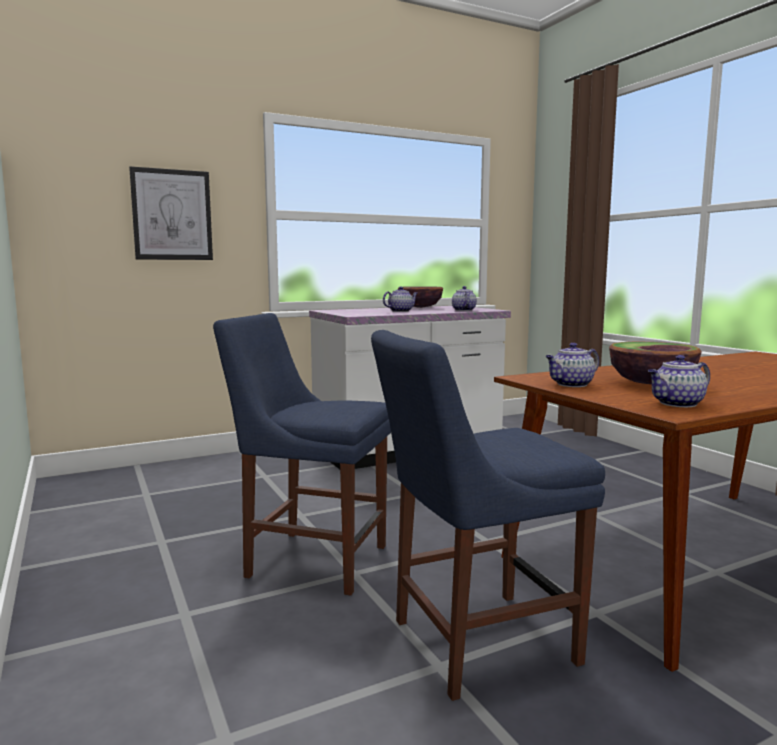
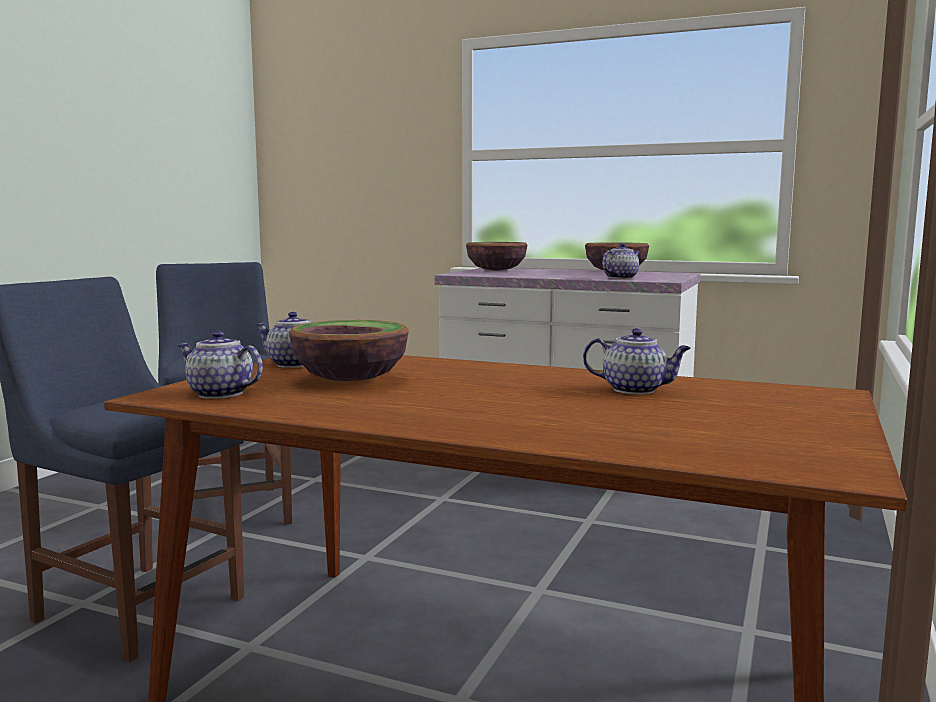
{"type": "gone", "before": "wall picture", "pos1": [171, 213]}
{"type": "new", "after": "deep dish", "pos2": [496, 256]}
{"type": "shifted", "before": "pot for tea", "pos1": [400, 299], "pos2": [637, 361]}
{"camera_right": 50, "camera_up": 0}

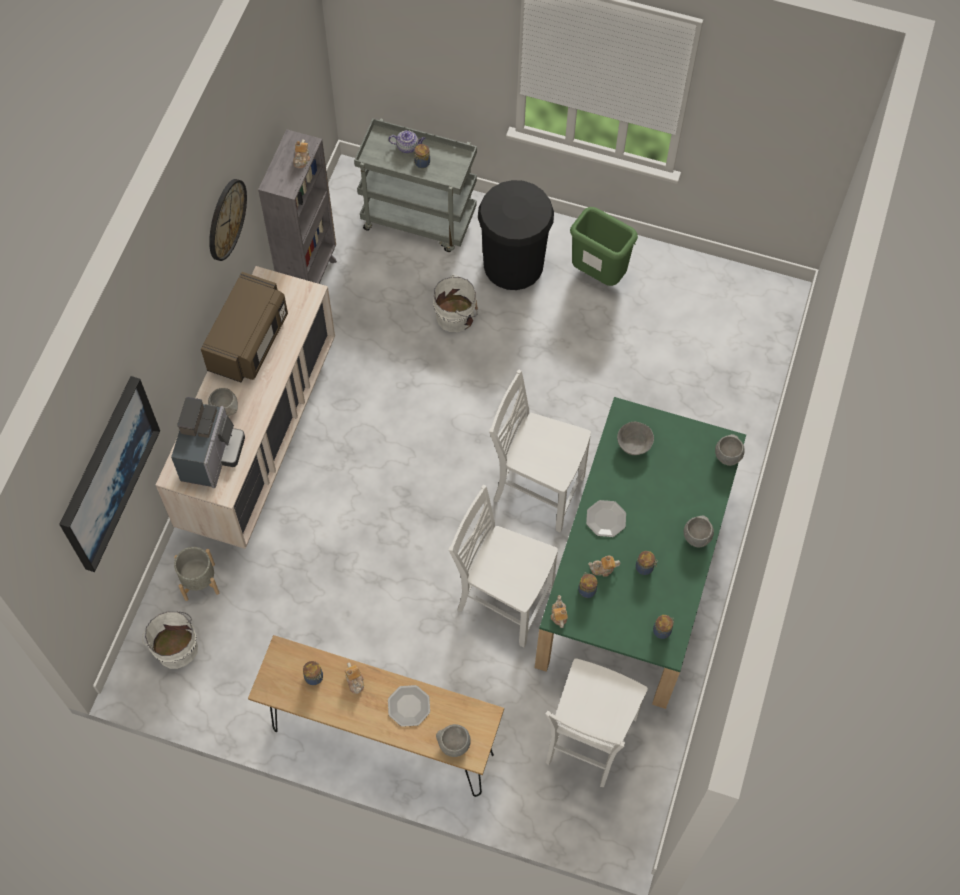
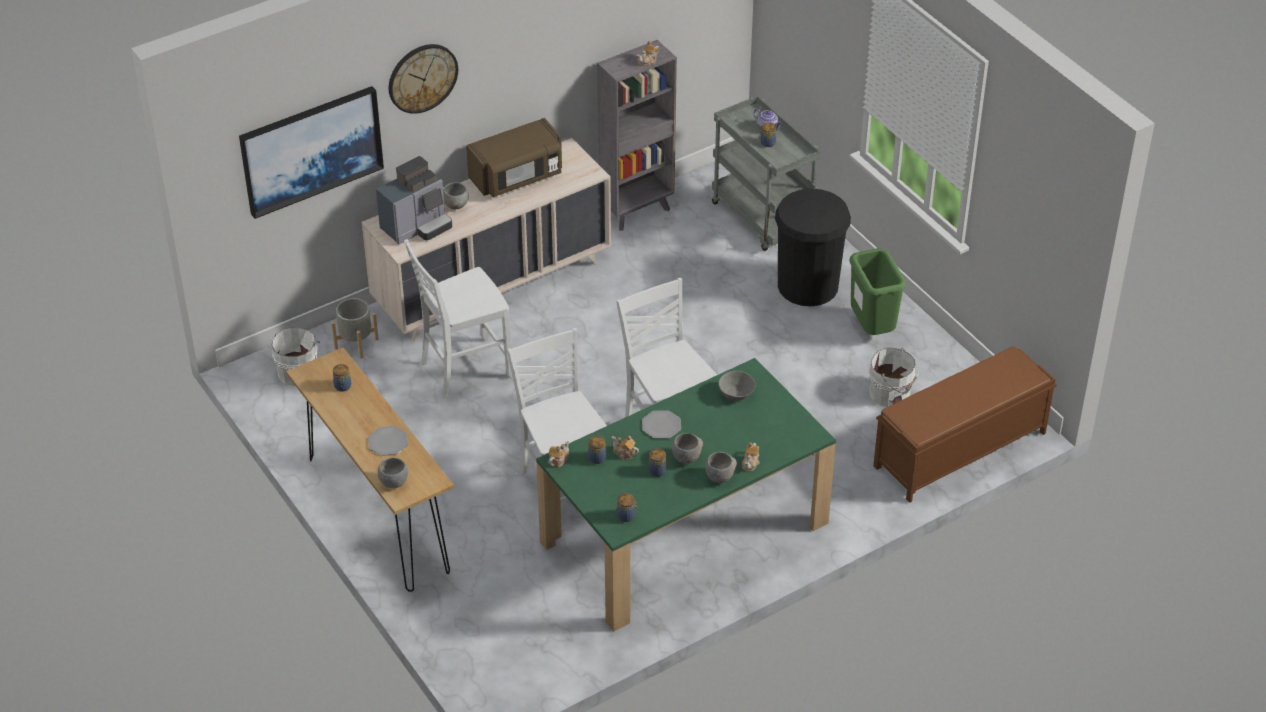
{"type": "new", "after": "brown-coloured long seat", "pos2": [965, 424]}
{"type": "shifted", "before": "wall clock", "pos1": [228, 220], "pos2": [423, 79]}
{"type": "shifted", "before": "pot for tea", "pos1": [354, 678], "pos2": [751, 457]}
{"type": "shifted", "before": "white water bucket", "pos1": [455, 303], "pos2": [894, 377]}
{"type": "shifted", "before": "white plain chair", "pos1": [597, 722], "pos2": [458, 318]}
{"type": "shifted", "before": "greyish deep dish", "pos1": [730, 450], "pos2": [687, 448]}
{"camera_right": 40, "camera_up": -20}

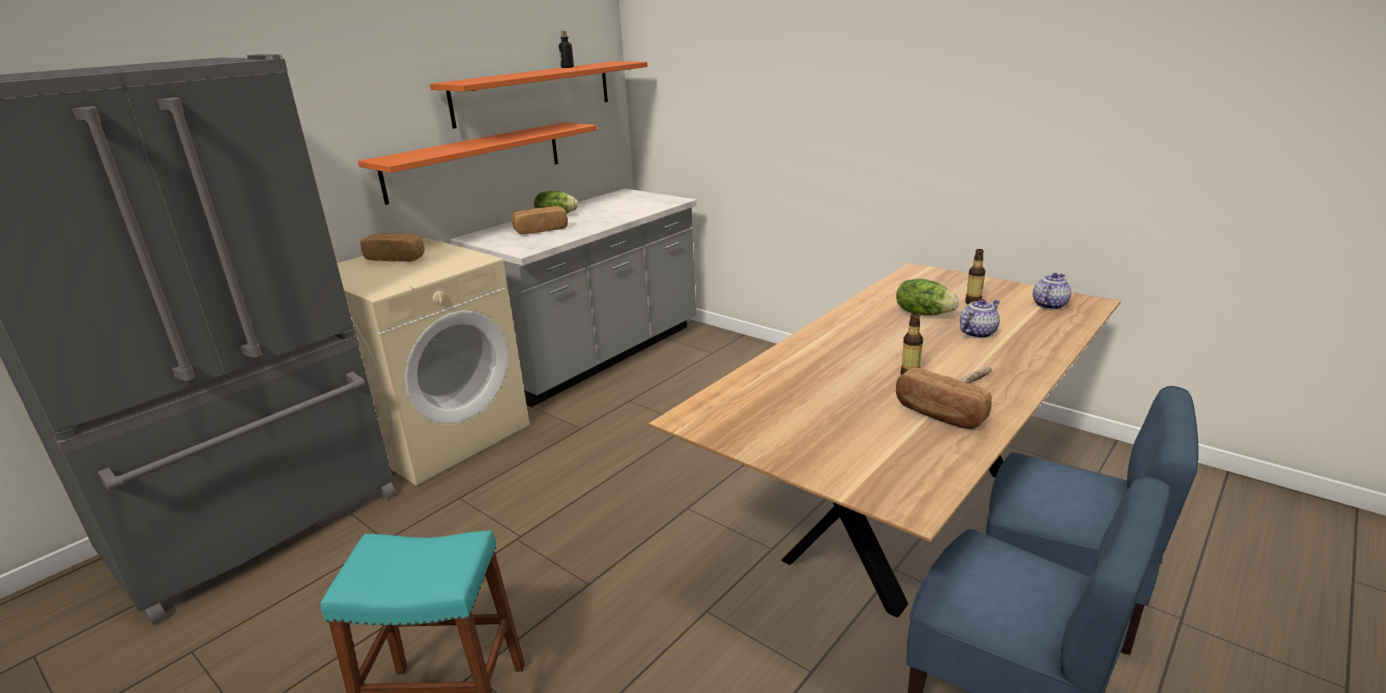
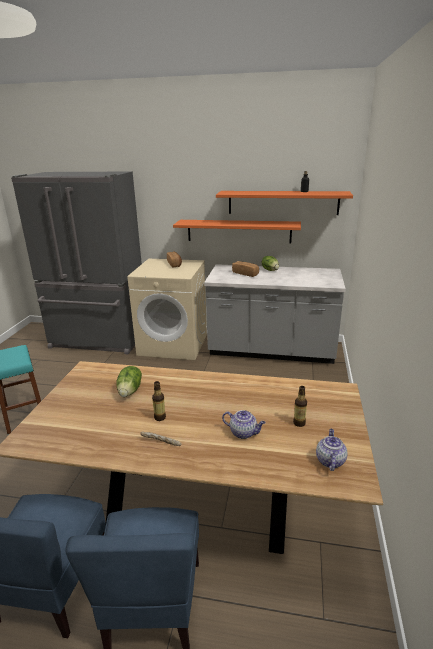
{"type": "gone", "before": "bakery bread", "pos1": [944, 398]}
{"type": "shifted", "before": "lettuce", "pos1": [927, 297], "pos2": [129, 381]}
{"type": "rotated", "before": "pot for tea", "pos1": [1052, 291], "pos2": [332, 450], "turn": -90}
{"camera_right": 60, "camera_up": 0}

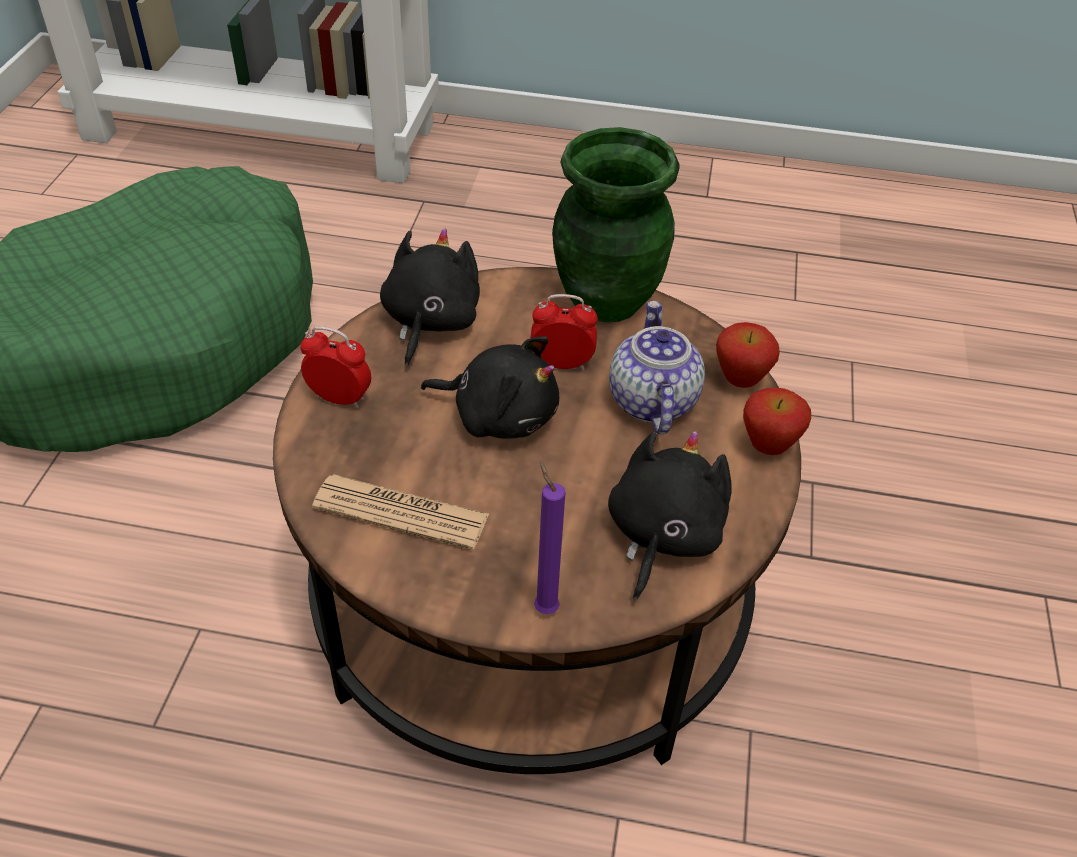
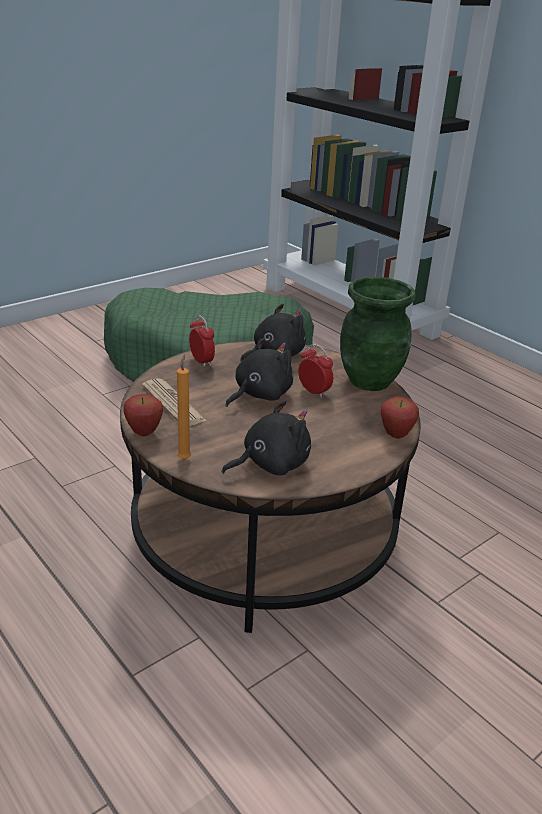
{"type": "gone", "before": "pot for tea", "pos1": [657, 367]}
{"type": "shifted", "before": "apple", "pos1": [777, 421], "pos2": [143, 415]}
{"type": "repainted", "before": "purple wax candle", "after": "orangey wax candle", "pos1": [550, 537], "pos2": [184, 407]}
{"type": "rotated", "before": "black-coloured soft toy", "pos1": [490, 387], "pos2": [259, 372], "turn": -105}
{"camera_right": 40, "camera_up": -15}

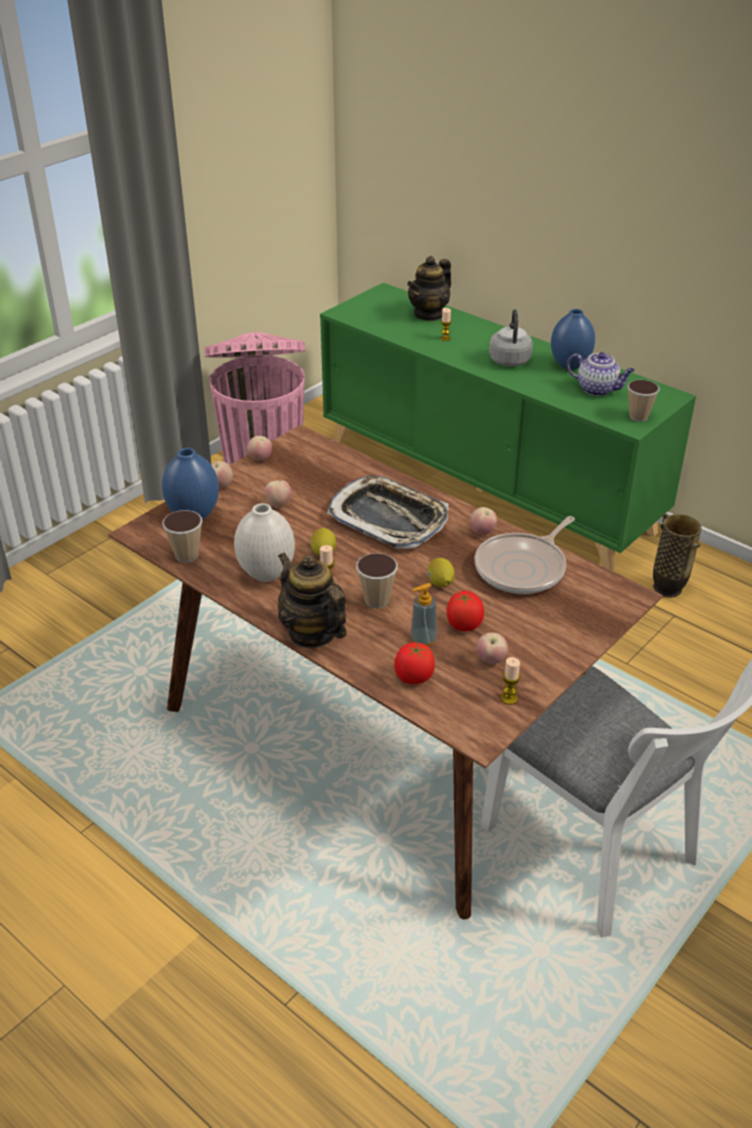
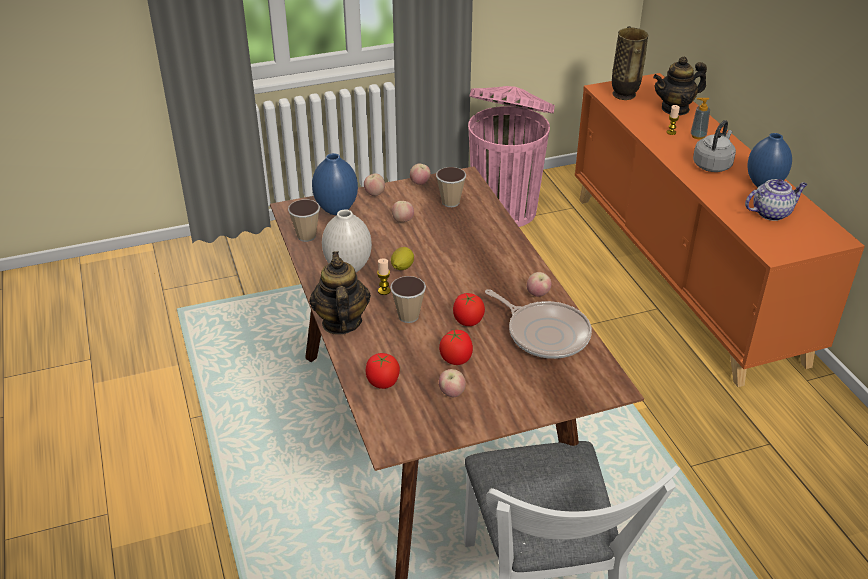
{"type": "gone", "before": "serving tray", "pos1": [387, 512]}
{"type": "gone", "before": "wax candle", "pos1": [510, 681]}
{"type": "shifted", "before": "soap dispenser", "pos1": [423, 614], "pos2": [700, 118]}
{"type": "shifted", "before": "small cup", "pos1": [643, 401], "pos2": [451, 187]}
{"type": "shifted", "before": "flower vase", "pos1": [677, 555], "pos2": [630, 63]}
{"type": "swapped", "before": "lemon", "after": "fresh tomato", "pos1": [441, 572], "pos2": [469, 309]}
{"type": "repainted", "before": "green cupboard", "after": "orangey cupboard", "pos1": [508, 427], "pos2": [720, 230]}
{"type": "rotated", "before": "frying pan", "pos1": [525, 555], "pos2": [538, 324], "turn": -120}
{"type": "rotated", "before": "pot for tea", "pos1": [601, 374], "pos2": [776, 200], "turn": -75}
{"camera_right": 30, "camera_up": 0}

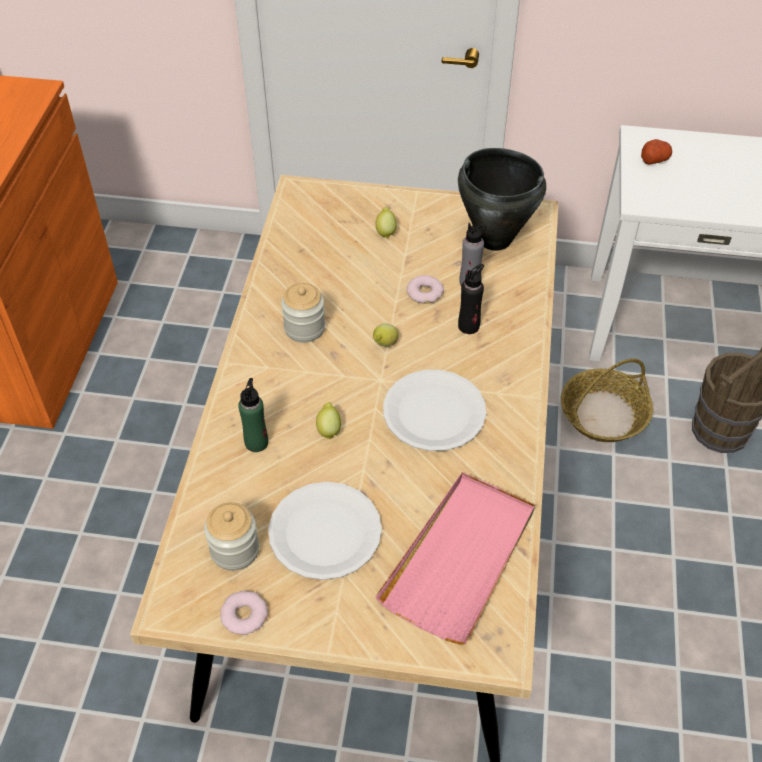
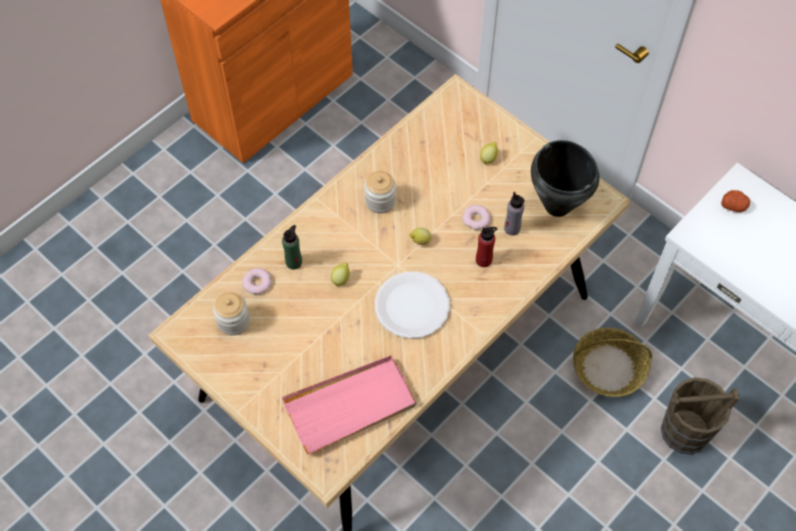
{"type": "gone", "before": "white dinner plate", "pos1": [325, 531]}
{"type": "shifted", "before": "donut", "pos1": [244, 613], "pos2": [257, 281]}
{"type": "repainted", "before": "black-coloured bottle", "after": "red-coloured bottle", "pos1": [471, 299], "pos2": [486, 247]}
{"camera_right": 35, "camera_up": 10}

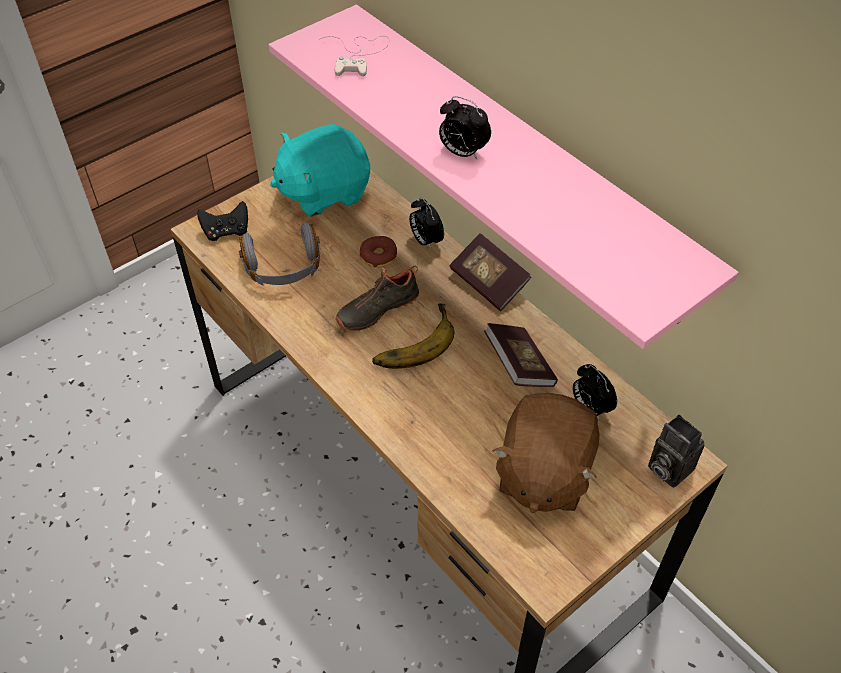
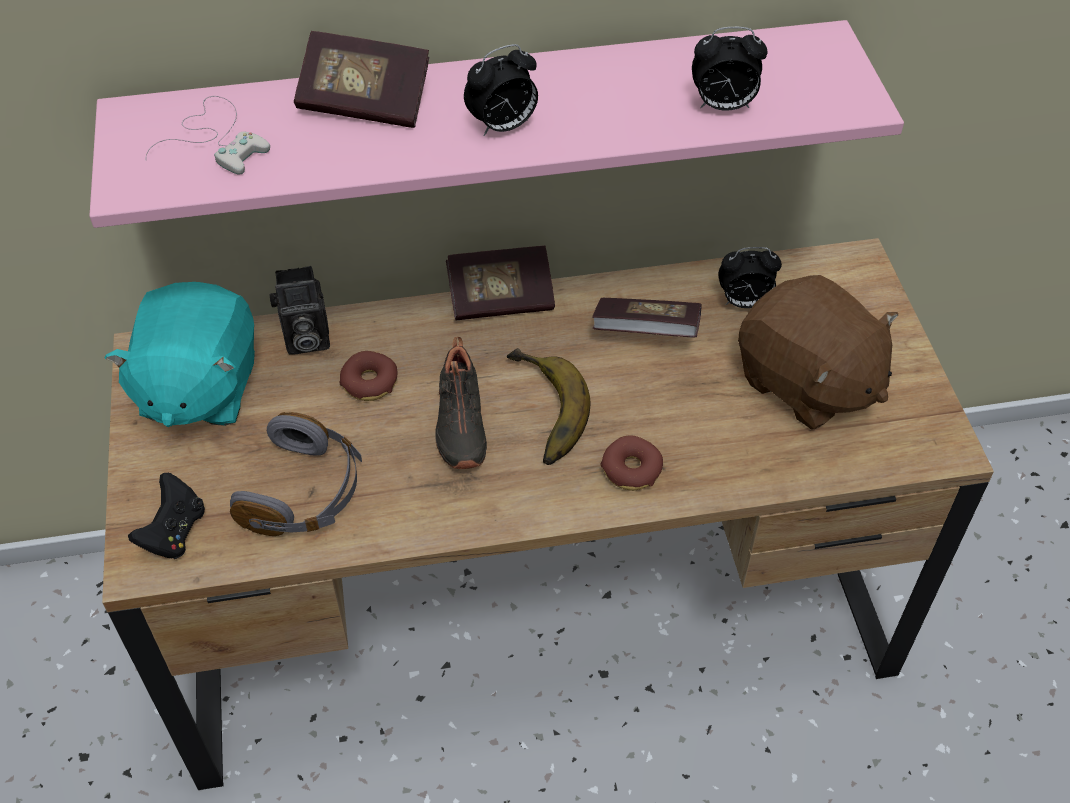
{"type": "new", "after": "book", "pos2": [361, 79]}
{"type": "new", "after": "donut", "pos2": [632, 463]}
{"type": "shifted", "before": "bedside clock", "pos1": [426, 223], "pos2": [730, 69]}
{"type": "shifted", "before": "photo camera", "pos1": [676, 451], "pos2": [300, 310]}
{"camera_right": -60, "camera_up": 0}

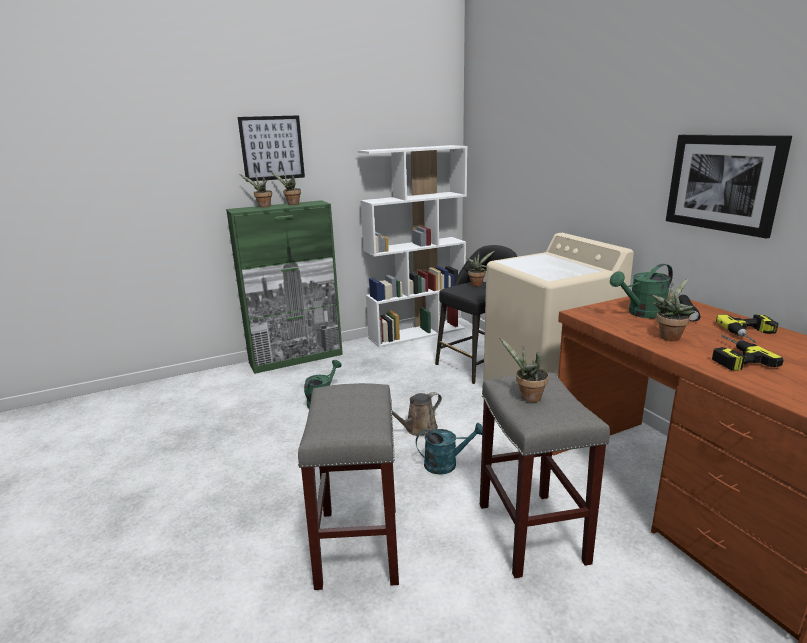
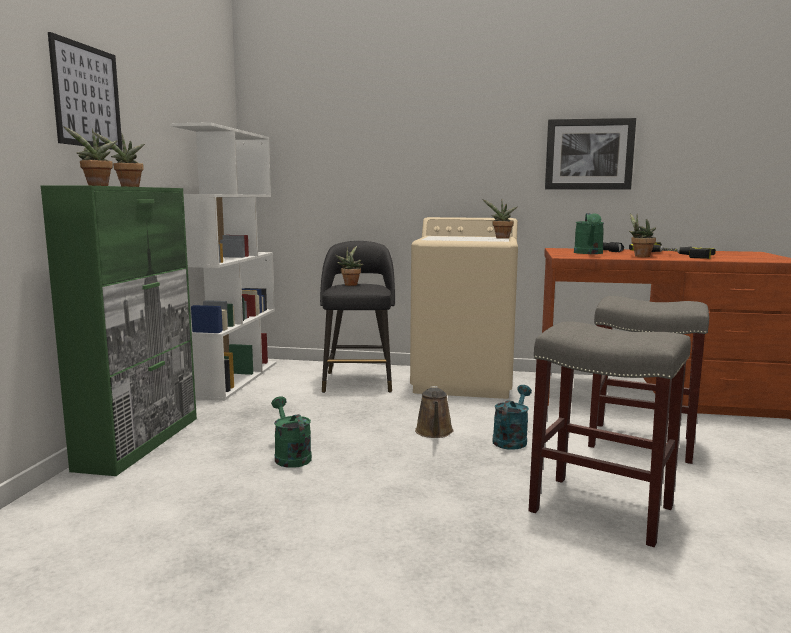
{"type": "shifted", "before": "potted plant", "pos1": [524, 370], "pos2": [499, 219]}
{"camera_right": -55, "camera_up": -10}

